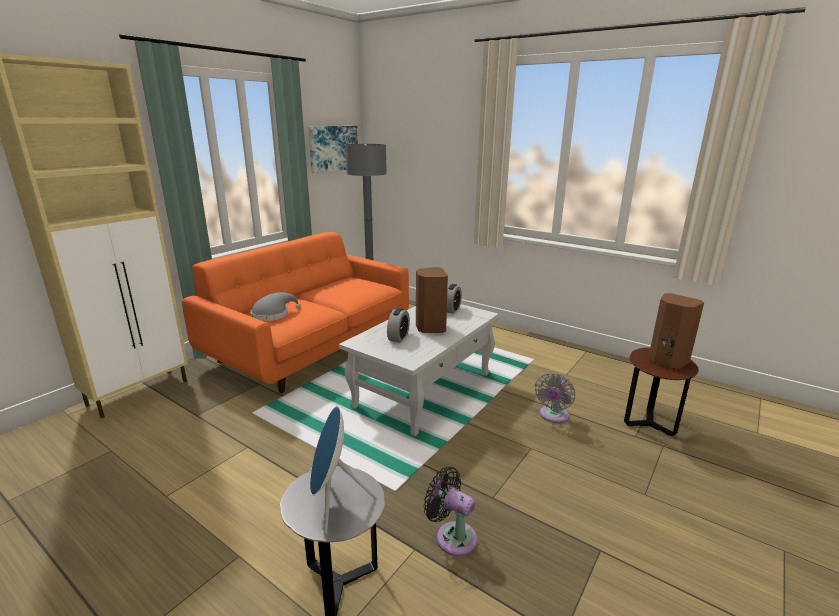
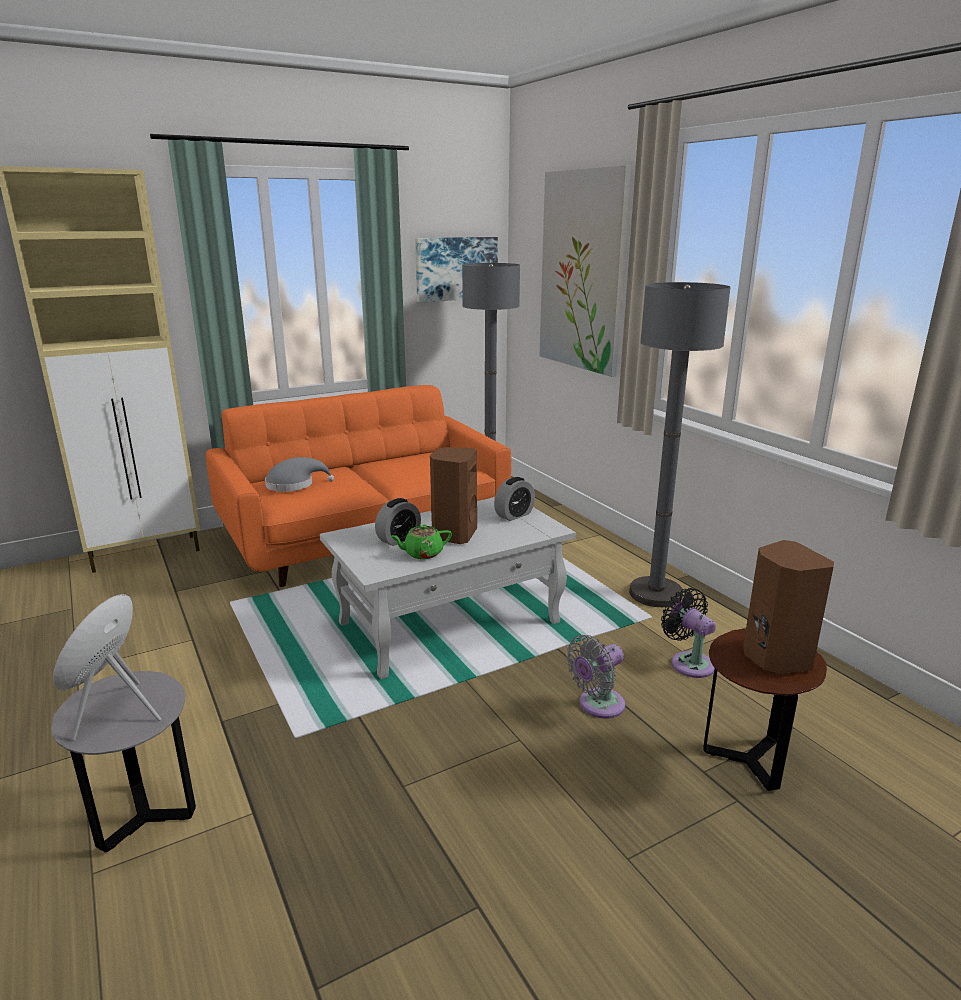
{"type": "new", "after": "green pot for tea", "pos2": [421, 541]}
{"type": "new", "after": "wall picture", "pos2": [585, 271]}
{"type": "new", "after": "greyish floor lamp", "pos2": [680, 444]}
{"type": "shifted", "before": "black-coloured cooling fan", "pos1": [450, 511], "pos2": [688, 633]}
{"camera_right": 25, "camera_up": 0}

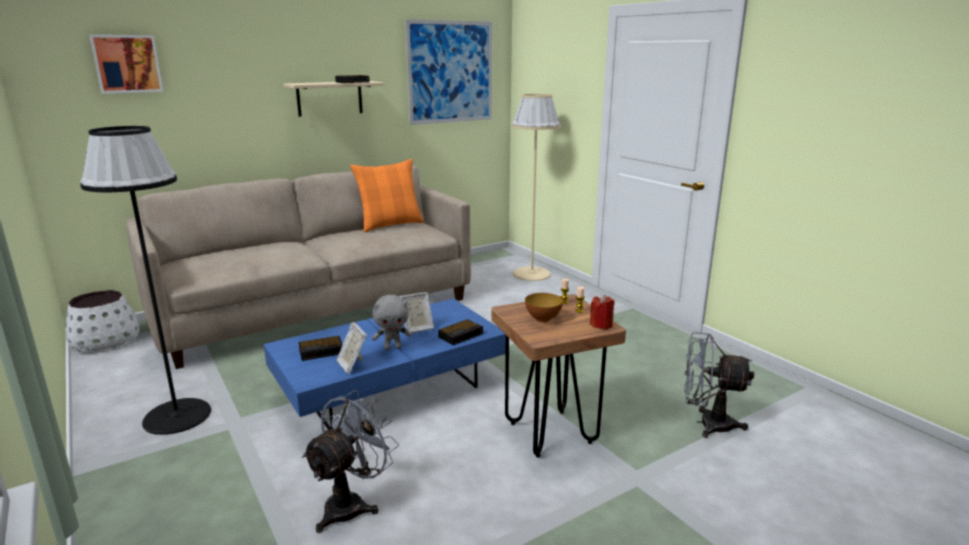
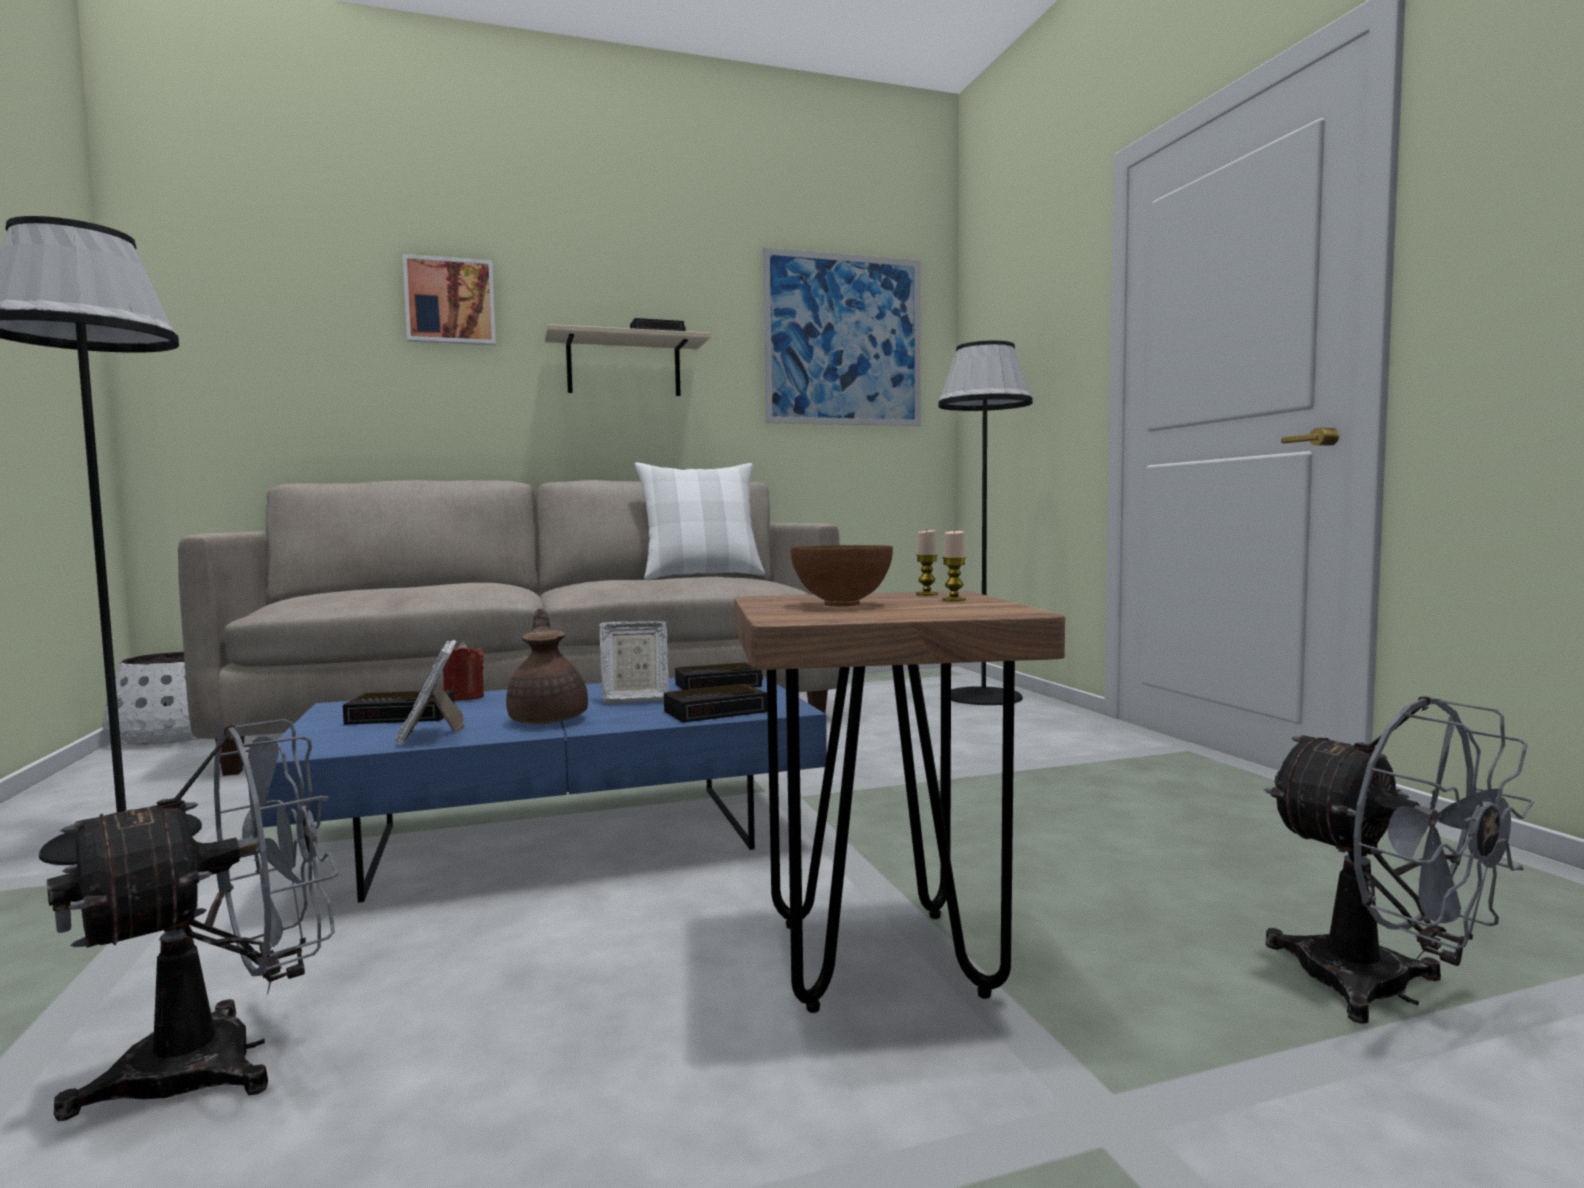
{"type": "new", "after": "bedside clock", "pos2": [719, 676]}
{"type": "shifted", "before": "wall picture", "pos1": [126, 64], "pos2": [449, 299]}
{"type": "shifted", "before": "red-coloured wax candle", "pos1": [602, 312], "pos2": [463, 671]}
{"type": "swapped", "before": "greyish soft toy", "after": "brown-coloured pot for tea", "pos1": [392, 322], "pos2": [547, 666]}
{"type": "repainted", "before": "orangey cushion", "after": "white cushion", "pos1": [387, 195], "pos2": [700, 521]}
{"type": "repainted", "before": "beige floor lamp", "after": "black-coloured floor lamp", "pos1": [536, 187], "pos2": [985, 522]}
{"type": "rotated", "before": "greyish cooling fan", "pos1": [719, 385], "pos2": [1399, 860], "turn": -150}
{"camera_right": 15, "camera_up": -15}

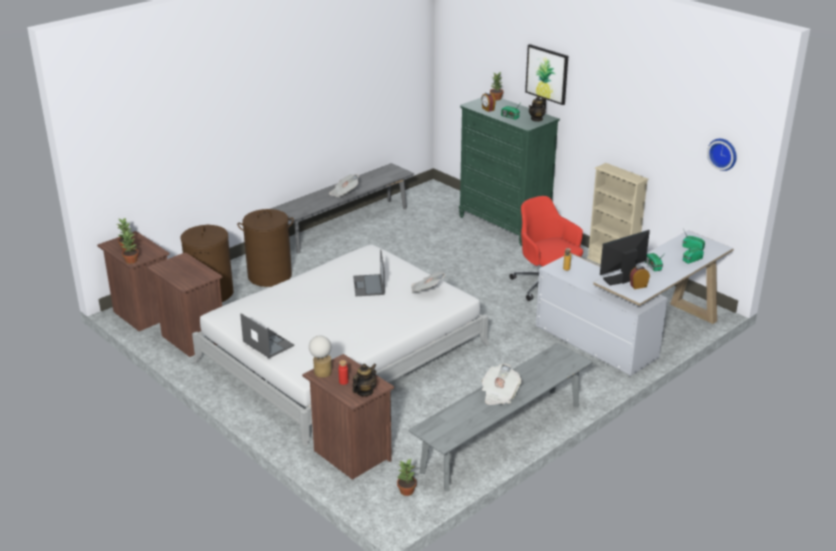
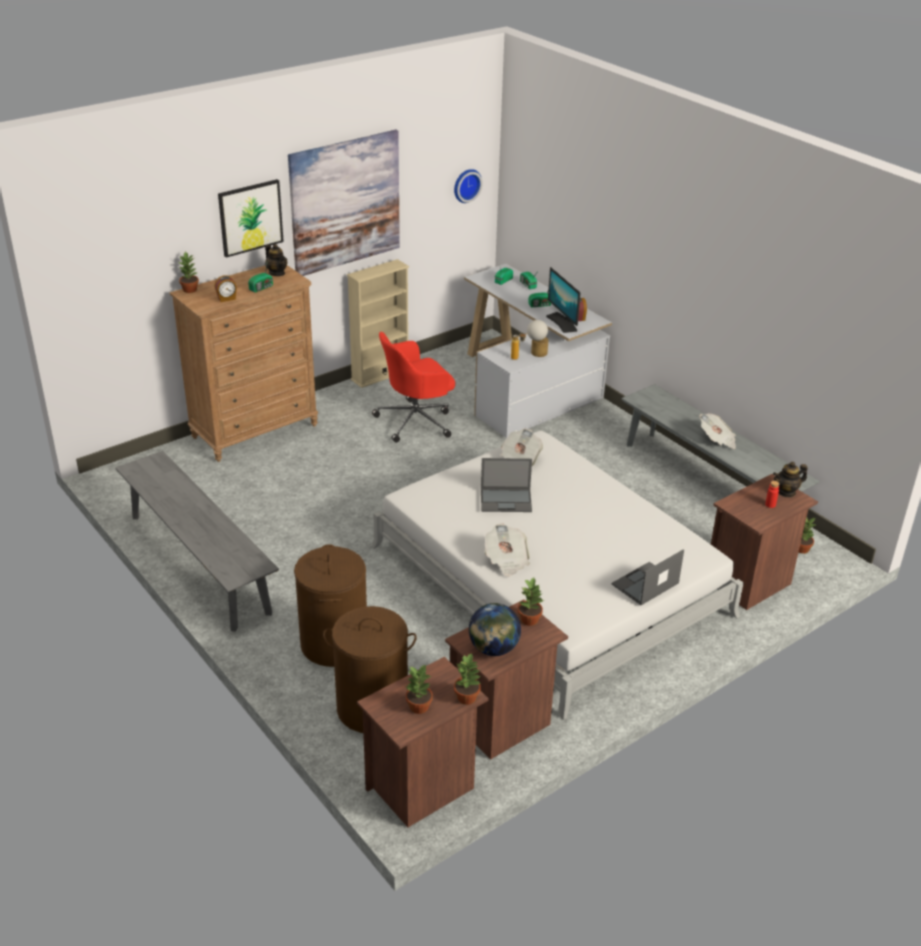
{"type": "new", "after": "wall picture", "pos2": [344, 203]}
{"type": "new", "after": "world globe", "pos2": [495, 629]}
{"type": "new", "after": "potted plant", "pos2": [531, 602]}
{"type": "shifted", "before": "lamp for a table", "pos1": [320, 356], "pos2": [537, 338]}
{"type": "shifted", "before": "printed paper", "pos1": [344, 186], "pos2": [507, 550]}
{"type": "repainted", "before": "green chest of drawers", "after": "brown-coloured chest of drawers", "pos1": [509, 171], "pos2": [243, 363]}
{"type": "rotated", "before": "pot for tea", "pos1": [364, 380], "pos2": [790, 479], "turn": -60}
{"camera_right": -85, "camera_up": 5}

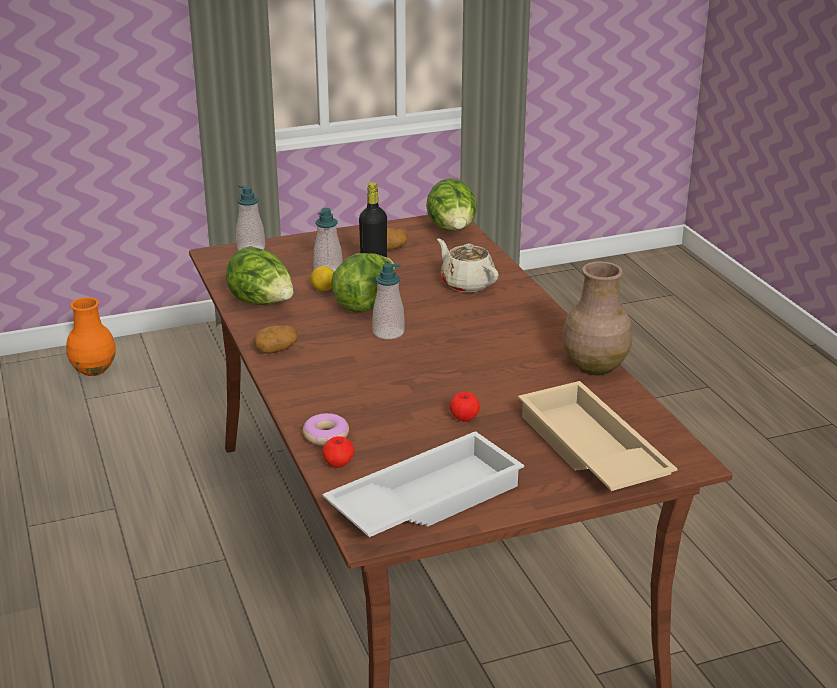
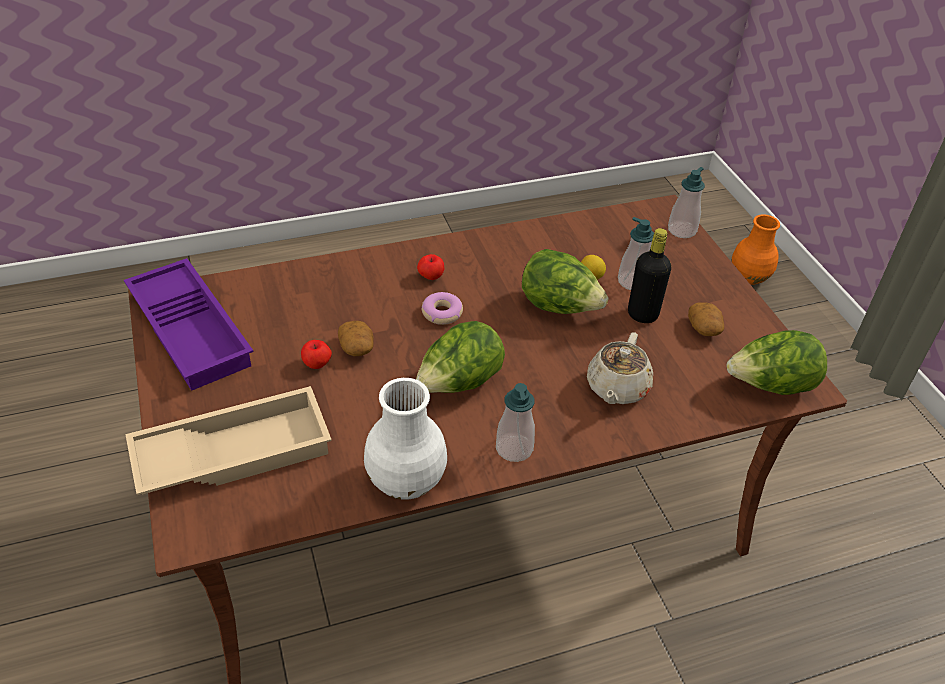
{"type": "shifted", "before": "lettuce", "pos1": [260, 275], "pos2": [460, 357]}
{"type": "shifted", "before": "potato", "pos1": [276, 339], "pos2": [356, 338]}
{"type": "shifted", "before": "donut", "pos1": [326, 429], "pos2": [442, 308]}
{"type": "shifted", "before": "apple", "pos1": [338, 452], "pos2": [430, 267]}
{"type": "shifted", "before": "soap dispenser", "pos1": [388, 301], "pos2": [515, 422]}
{"type": "repainted", "before": "white serving tray", "after": "purple serving tray", "pos1": [423, 484], "pos2": [188, 324]}
{"type": "repainted", "before": "brown-coloured flower vase", "after": "white flower vase", "pos1": [597, 318], "pos2": [405, 439]}
{"type": "rotated", "before": "beige pot for tea", "pos1": [468, 265], "pos2": [620, 368], "turn": 150}
{"camera_right": 90, "camera_up": 15}

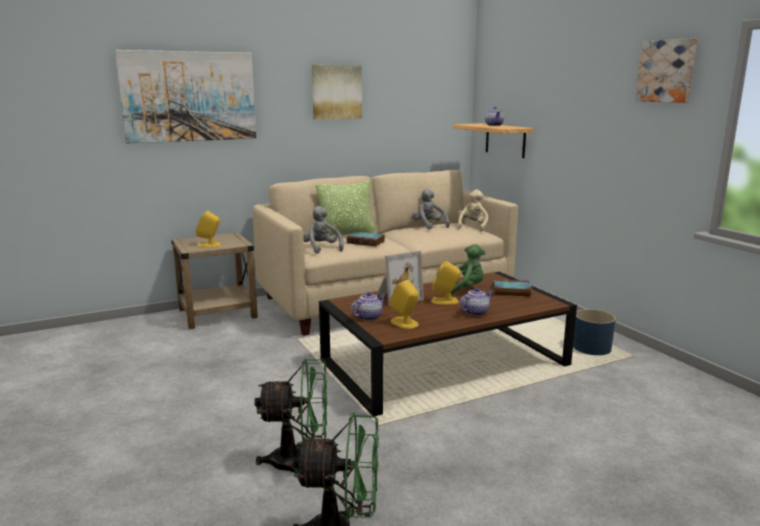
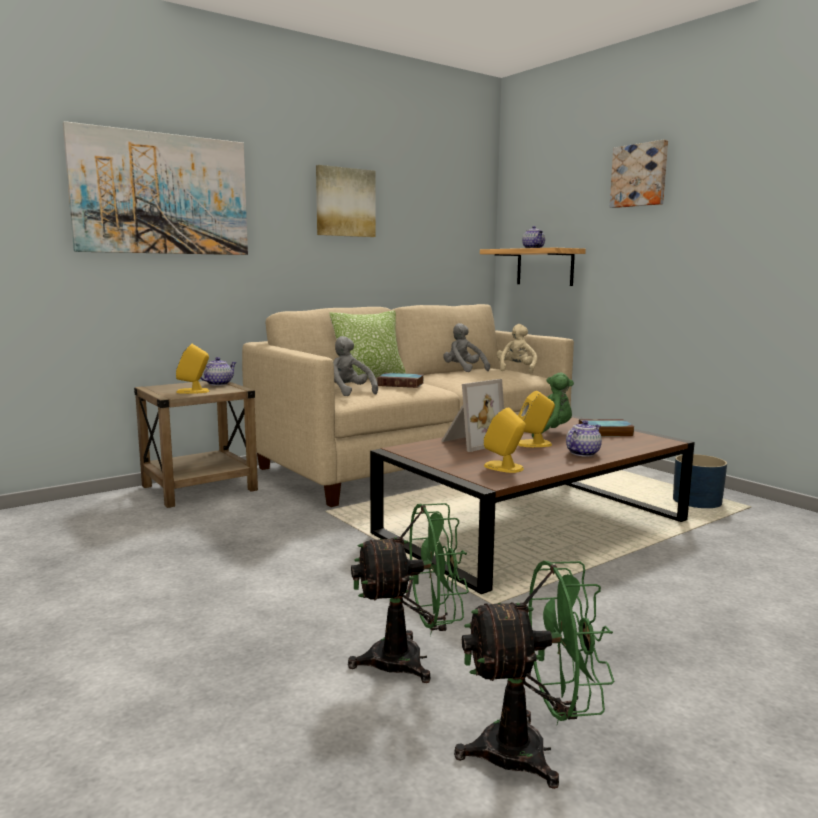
{"type": "shifted", "before": "pot for tea", "pos1": [368, 306], "pos2": [218, 371]}
{"type": "shifted", "before": "wall picture", "pos1": [666, 70], "pos2": [639, 174]}
{"camera_right": -10, "camera_up": -5}

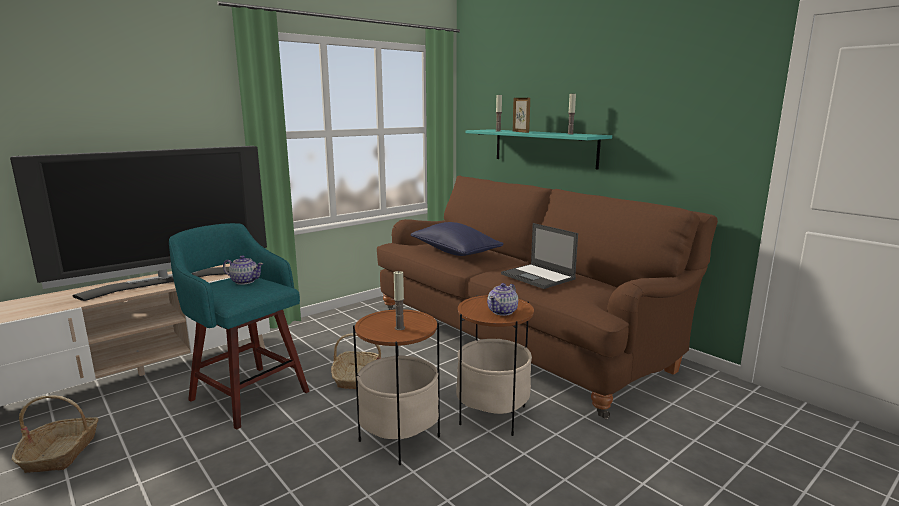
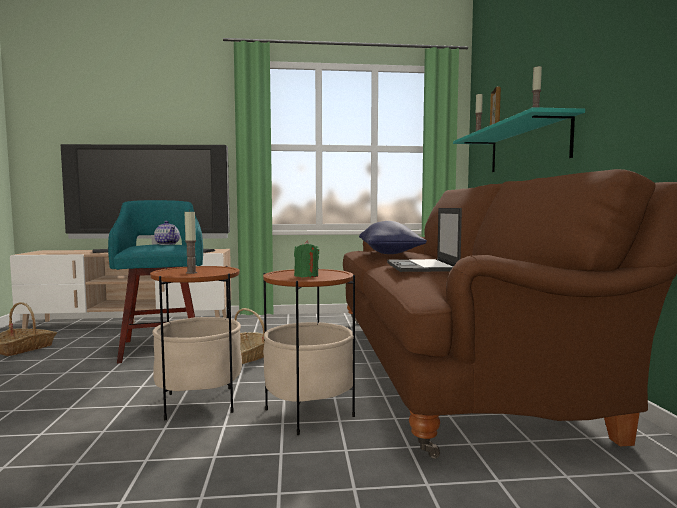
{"type": "swapped", "before": "pot for tea", "after": "green wax candle", "pos1": [502, 299], "pos2": [306, 258]}
{"camera_right": 35, "camera_up": -10}

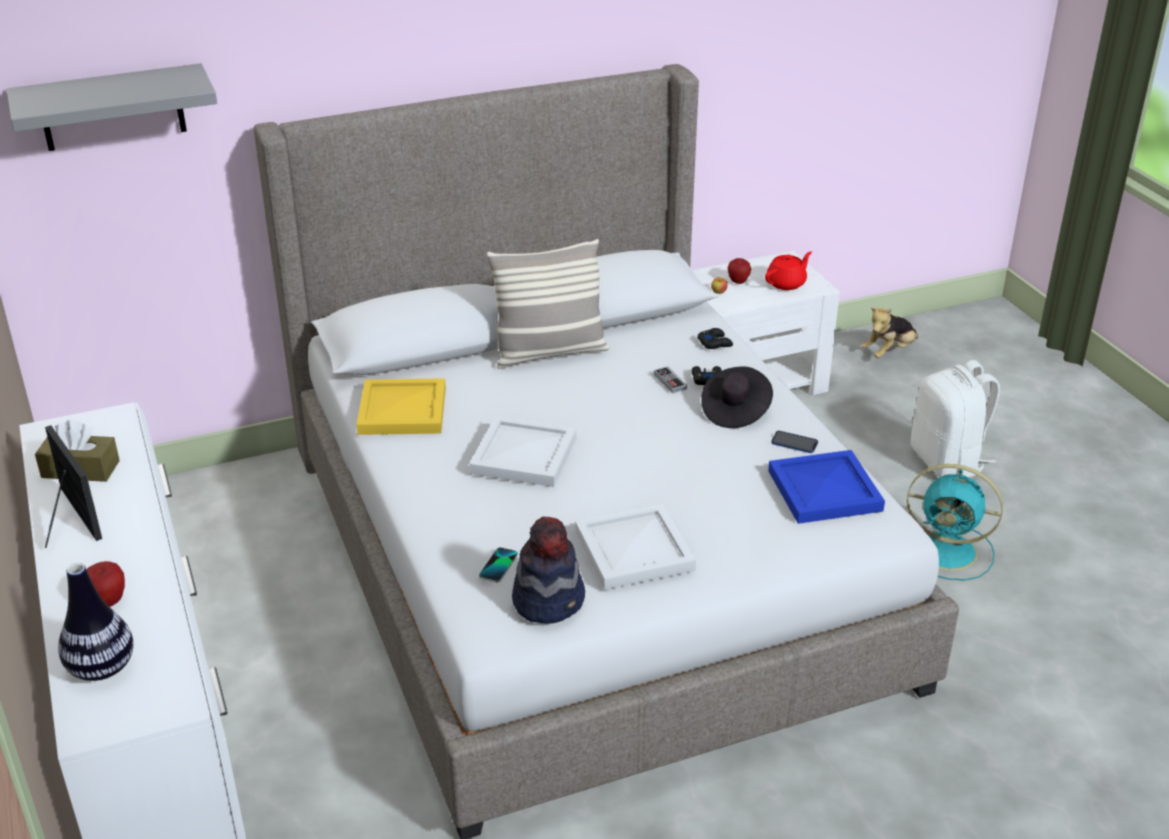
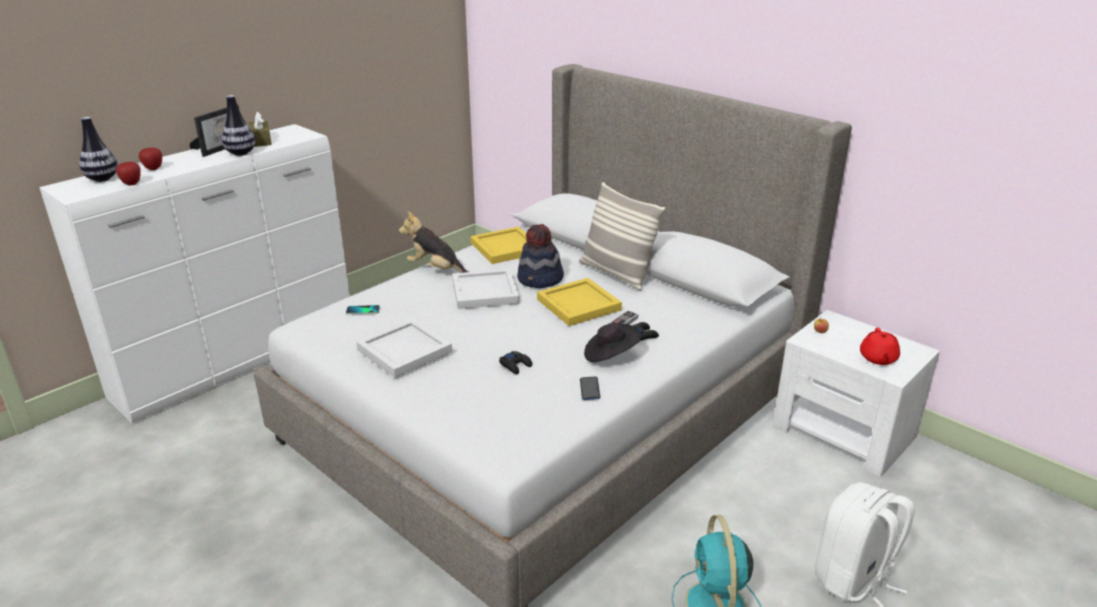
{"type": "gone", "before": "greyish wall shelf", "pos1": [111, 107]}
{"type": "gone", "before": "blue serving tray", "pos1": [826, 487]}
{"type": "new", "after": "flower vase", "pos2": [238, 125]}
{"type": "new", "after": "yellow serving tray", "pos2": [579, 302]}
{"type": "shifted", "before": "clothing hat", "pos1": [548, 570], "pos2": [540, 256]}
{"type": "shifted", "before": "black-coloured joypad", "pos1": [715, 338], "pos2": [515, 362]}
{"type": "shifted", "before": "apple", "pos1": [739, 271], "pos2": [128, 173]}
{"type": "shifted", "before": "soft toy", "pos1": [889, 332], "pos2": [434, 242]}
{"type": "rotated", "before": "red-coloured pot for tea", "pos1": [788, 270], "pos2": [880, 346], "turn": 75}
{"camera_right": 65, "camera_up": -5}

